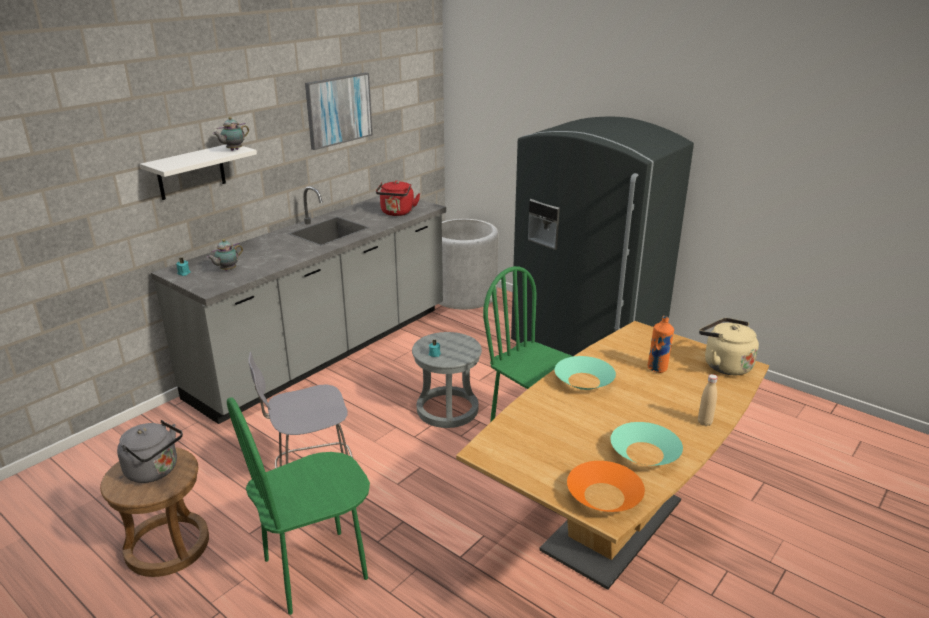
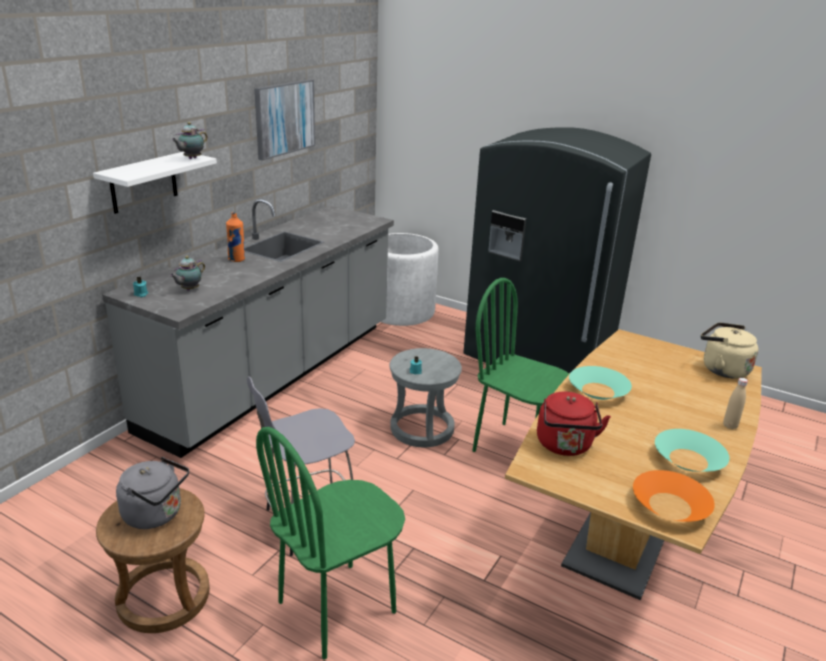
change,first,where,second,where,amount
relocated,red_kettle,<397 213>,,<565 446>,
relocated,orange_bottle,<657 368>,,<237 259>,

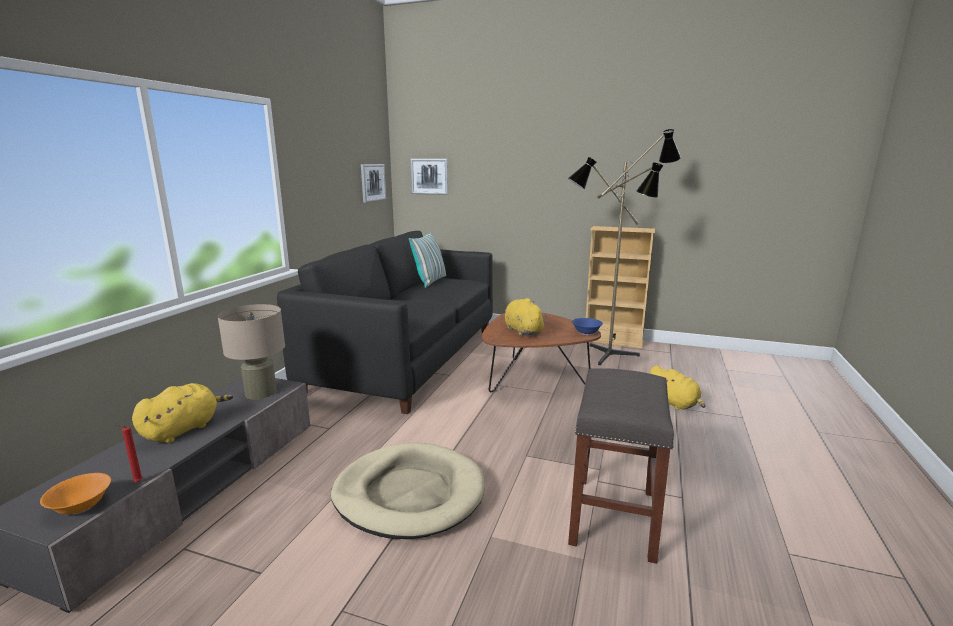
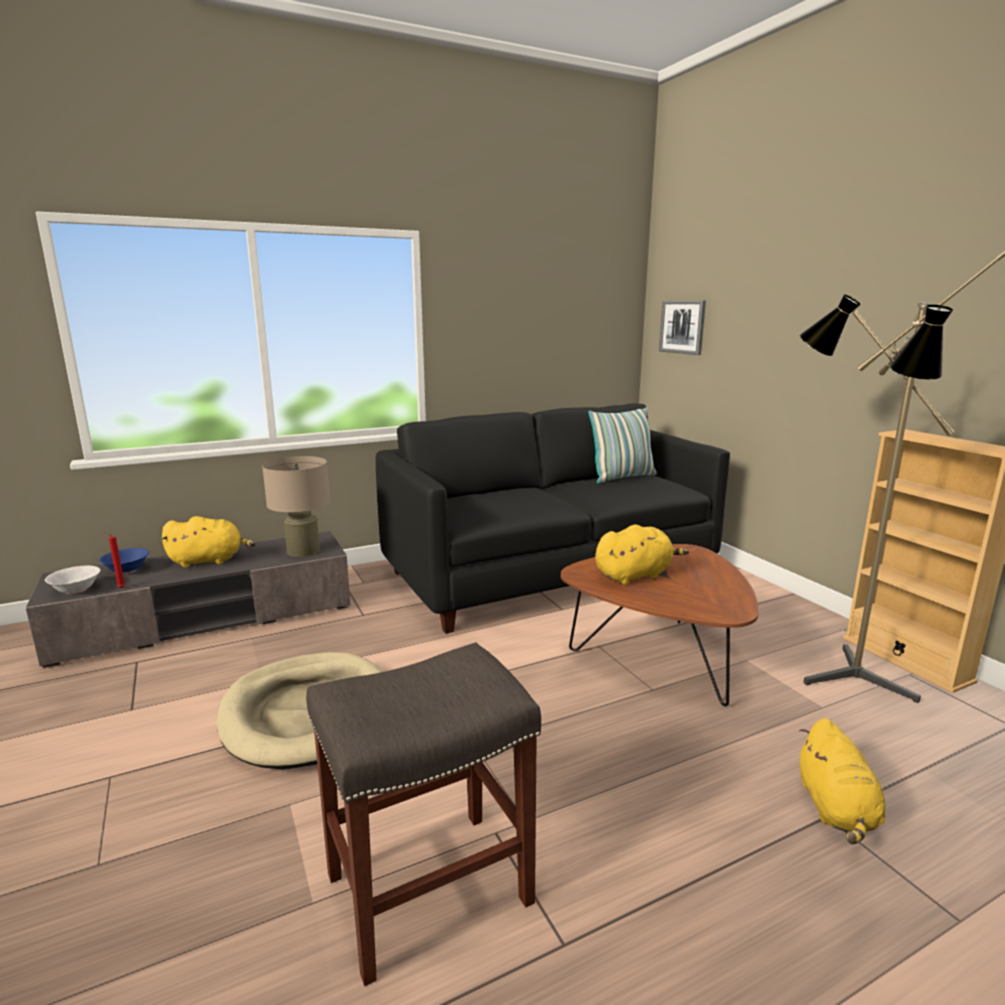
change,first,where,second,where,amount
missing,picture,<372 182>,,,
spun,yellow_plush_toy,<522 331>,,<635 575>,45 degrees clockwise
relocated,blue_bowl,<586 333>,,<127 570>,
colour,orange_bowl,<81 507>,white_bowl,<76 590>,

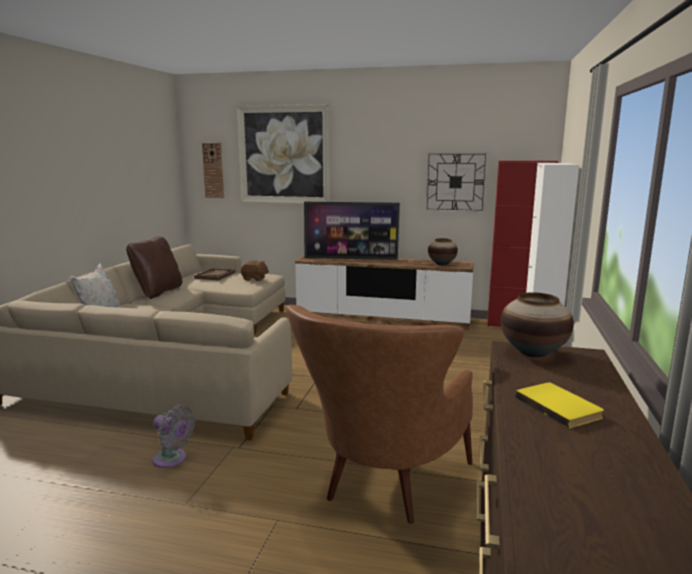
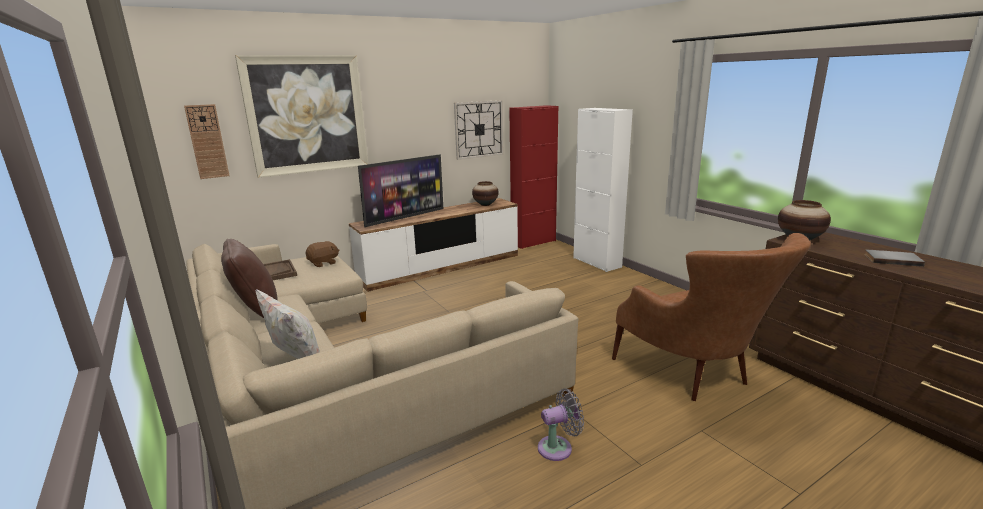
change,first,where,second,where,amount
colour,yellow_book,<560 407>,grey_book,<892 259>,

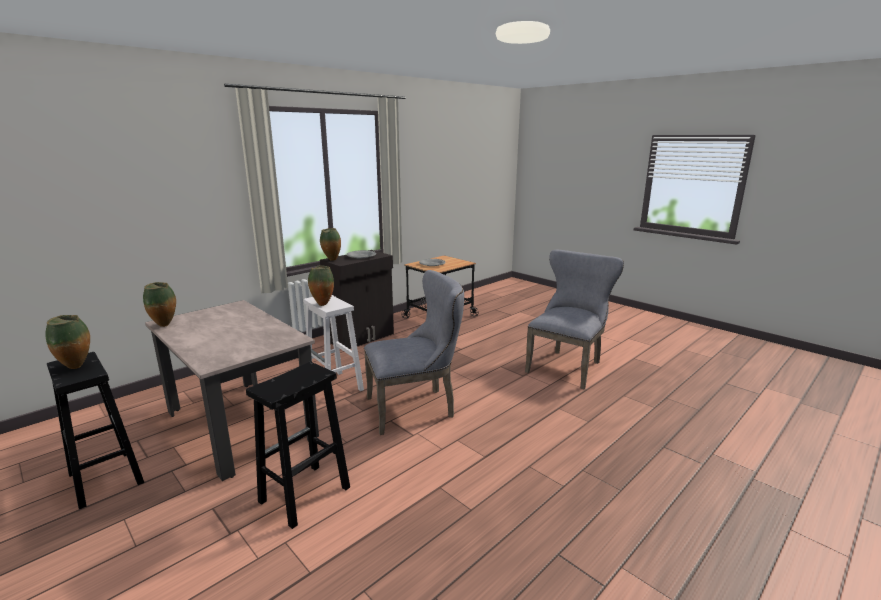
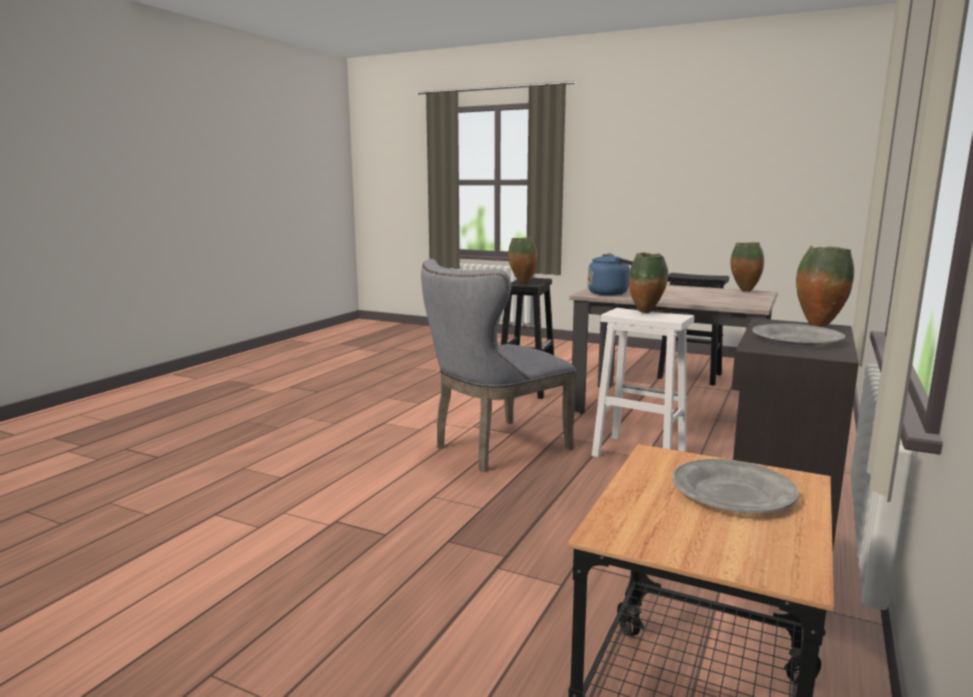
change,first,where,second,where,amount
missing,grey_chair,<567 366>,,,
relocated,vase,<77 367>,,<522 283>,
appeared,,,blue_kettle,<610 293>,

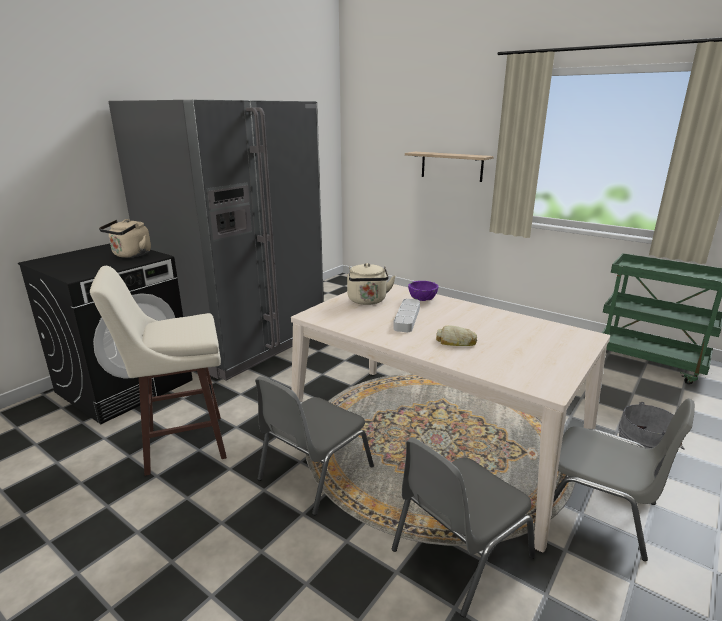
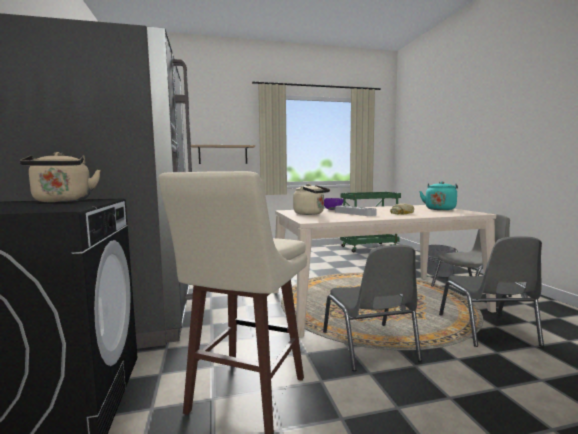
change,first,where,second,where,amount
appeared,,,turquoise_kettle,<440 209>,

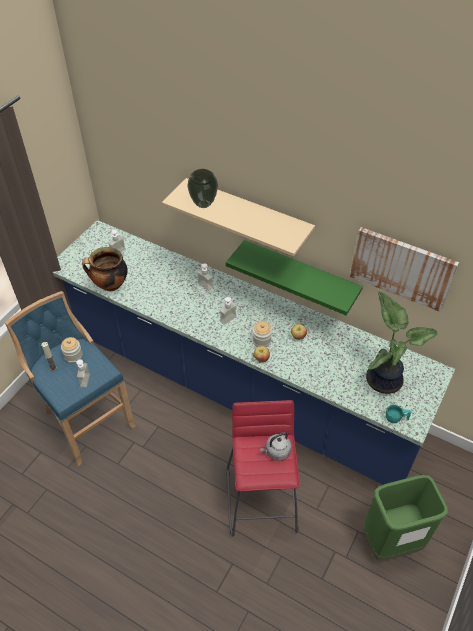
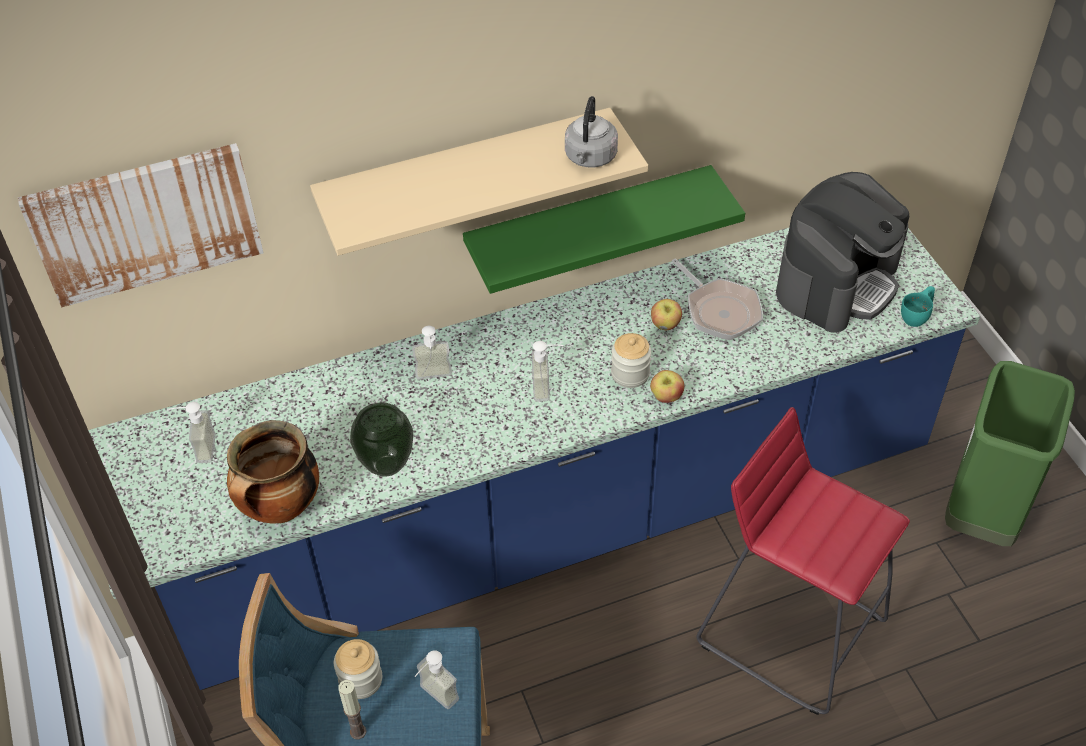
change,first,where,second,where,amount
relocated,vase,<203 204>,,<387 466>,
relocated,picture,<402 268>,,<146 223>,
exchanged,potted_plant,<384 379>,coffee_machine,<837 281>,
relocated,grey_kettle,<276 452>,,<590 158>,
appeared,,,frying_pan,<719 310>,

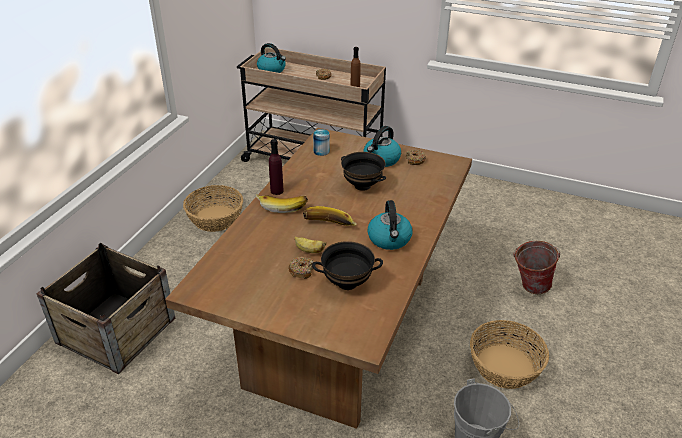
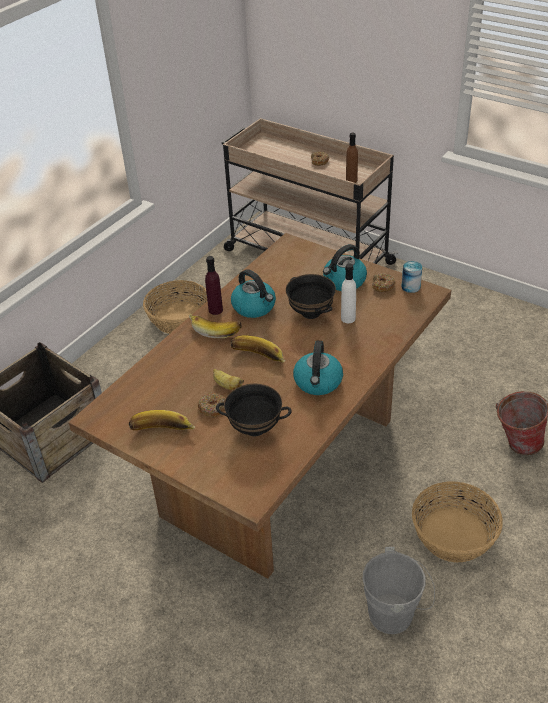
change,first,where,second,where,amount
relocated,kettle,<272 70>,,<254 307>,
relocated,can,<321 151>,,<410 287>,
appeared,,,white_bottle,<348 318>,
appeared,,,banana,<162 432>,

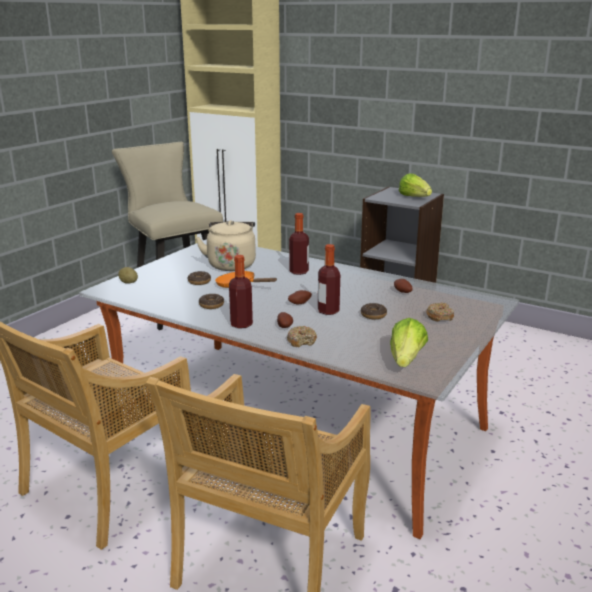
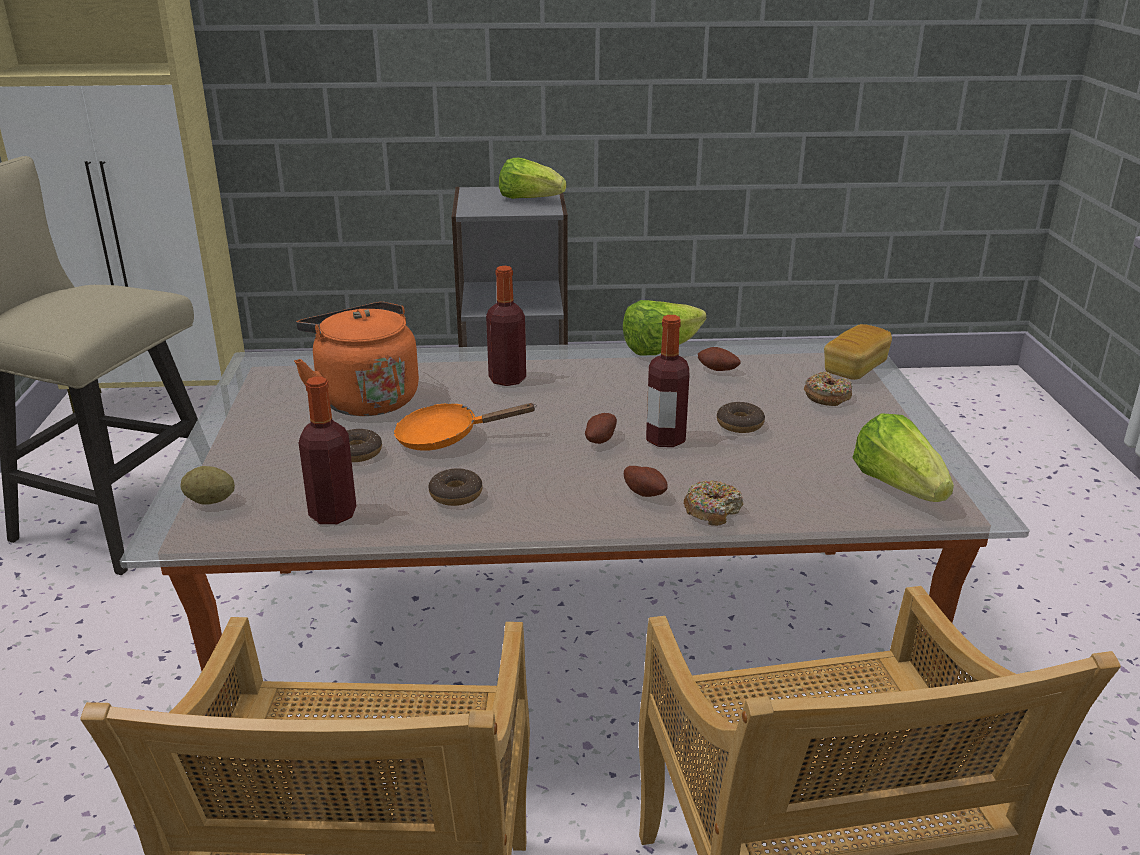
change,first,where,second,where,amount
colour,beige_kettle,<231 264>,orange_kettle,<364 398>,
relocated,bottle,<241 324>,,<333 514>,
appeared,,,lettuce,<660 349>,
appeared,,,bread,<855 368>,

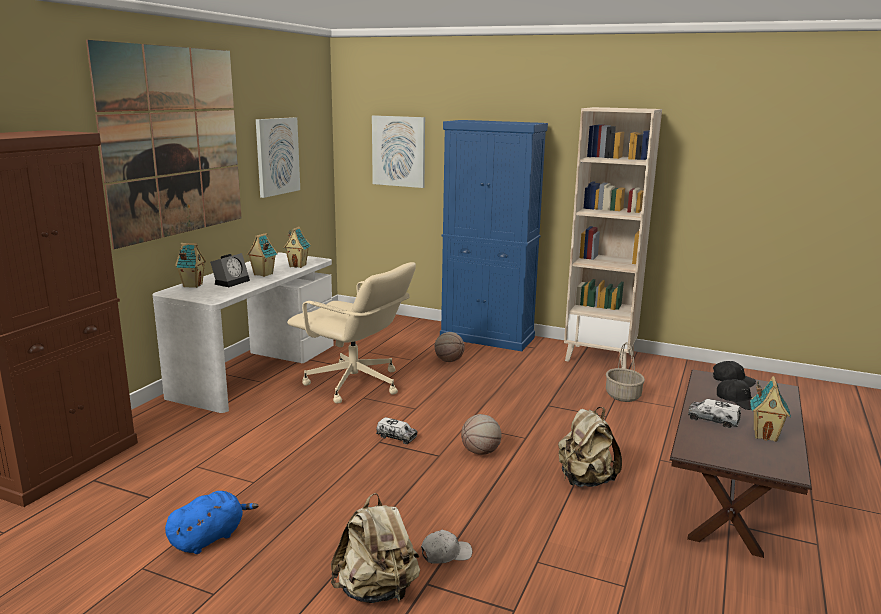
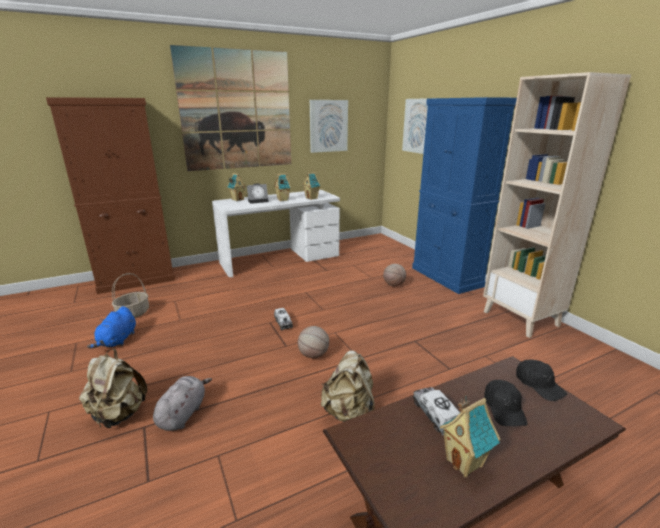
change,first,where,second,where,amount
missing,beige_office_chair,<354 384>,,,
relocated,basket,<623 396>,,<133 313>,
spun,blue_plush_toy,<209 538>,,<117 340>,105 degrees clockwise
exchanged,white_cap,<445 554>,grey_plush_toy,<183 414>,

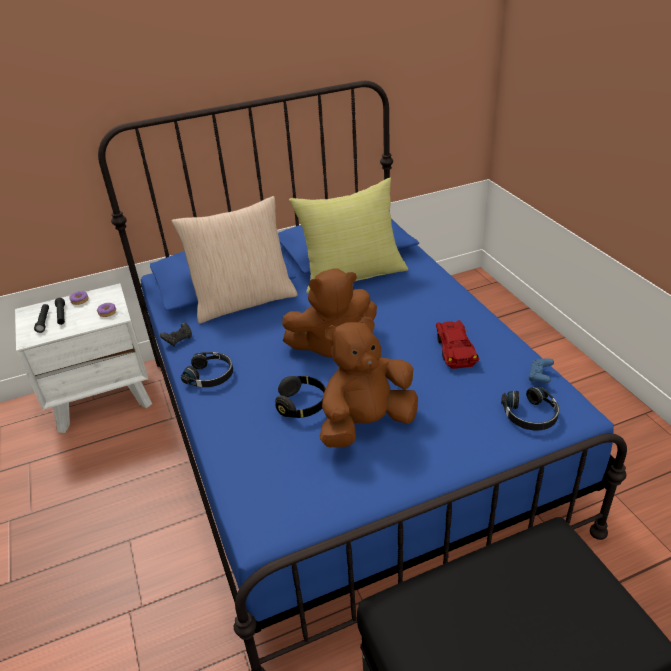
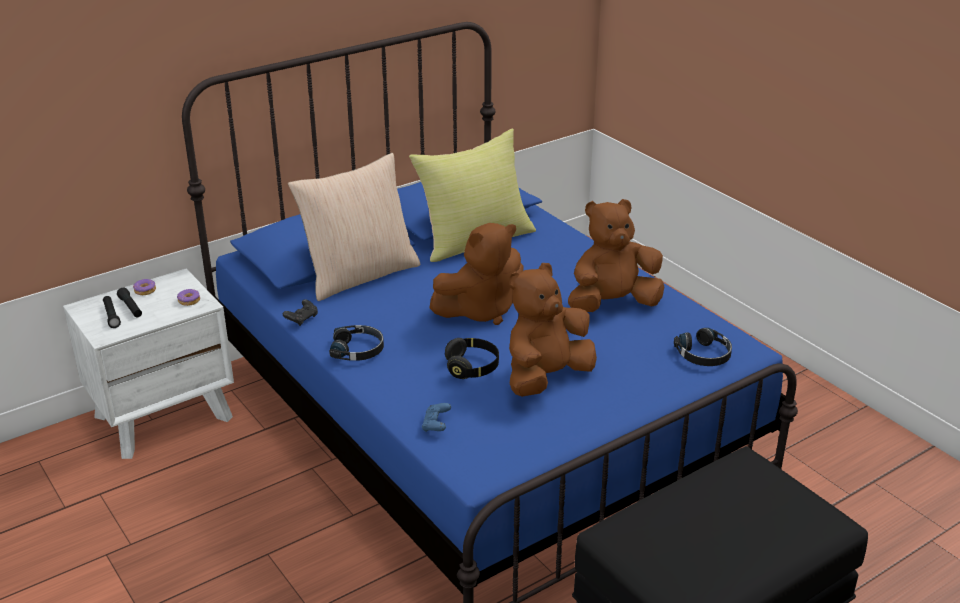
change,first,where,second,where,amount
exchanged,red_toy_car,<455 349>,brown_plush_toy,<612 304>,
relocated,blue_game_controller,<540 377>,,<436 425>,

